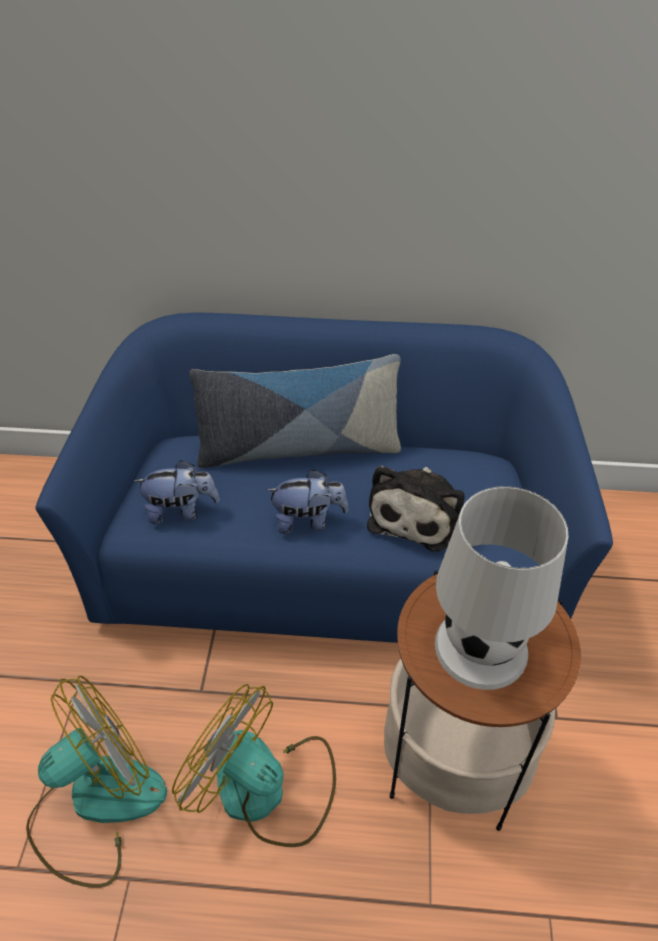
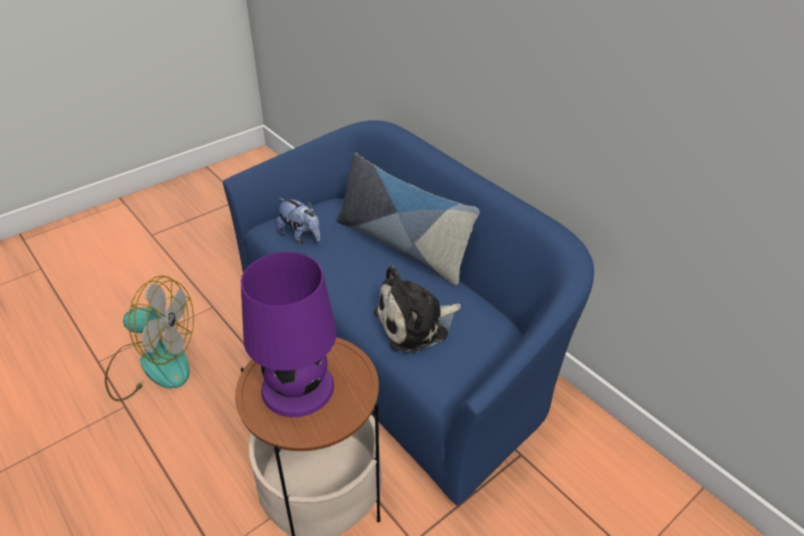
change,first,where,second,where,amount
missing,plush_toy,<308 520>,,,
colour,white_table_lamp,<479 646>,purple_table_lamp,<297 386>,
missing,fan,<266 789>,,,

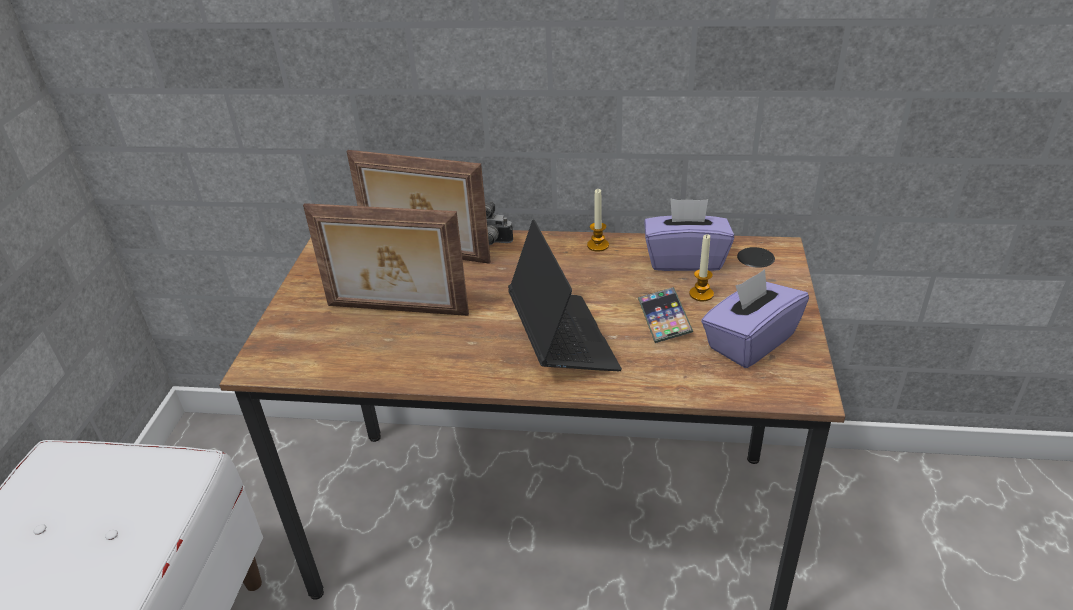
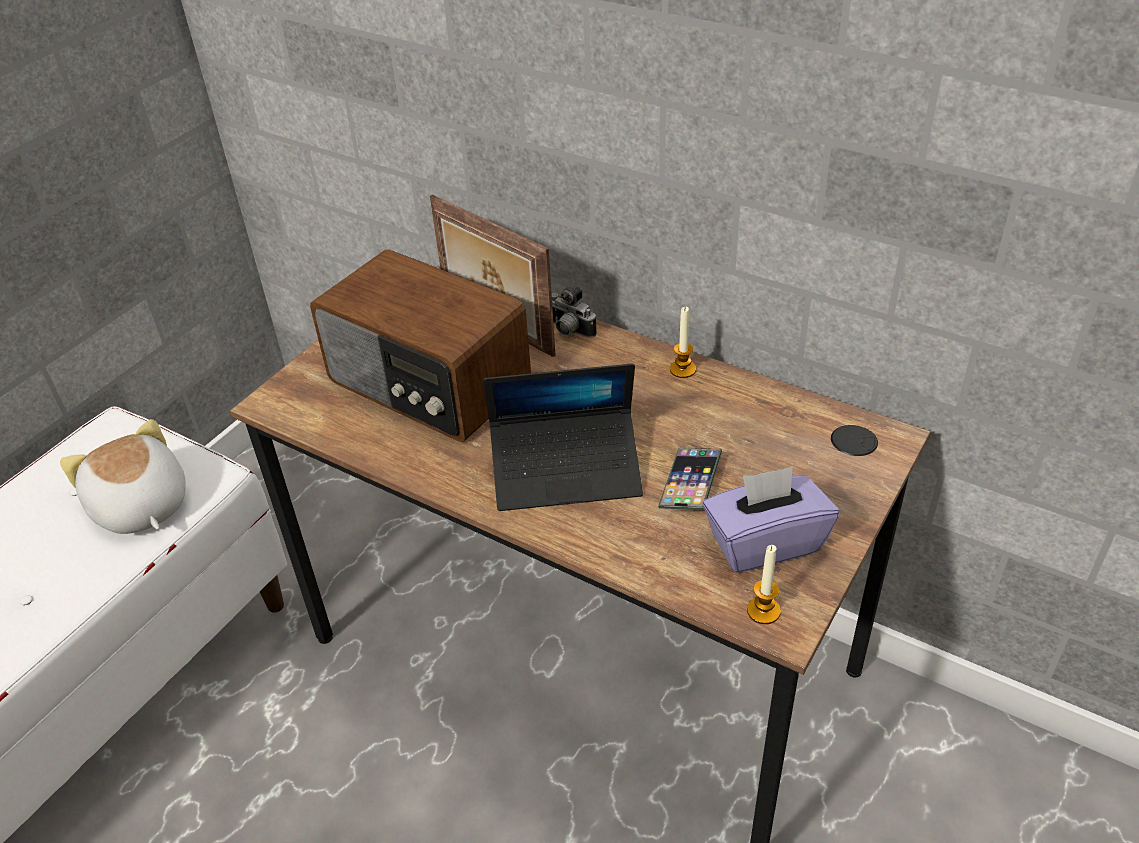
change,first,where,second,where,amount
missing,purple_tissue_box,<685 259>,,,
exchanged,picture_frame,<396 311>,radio,<428 384>,
spun,laptop,<562 340>,,<566 471>,75 degrees clockwise
relocated,candle,<701 294>,,<763 611>,
appeared,,,plush_toy,<140 507>,

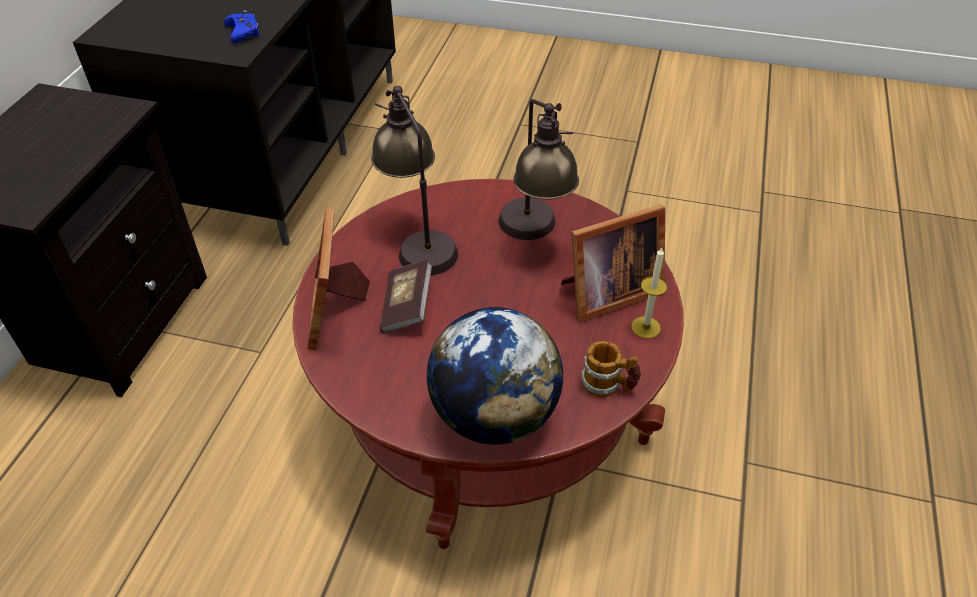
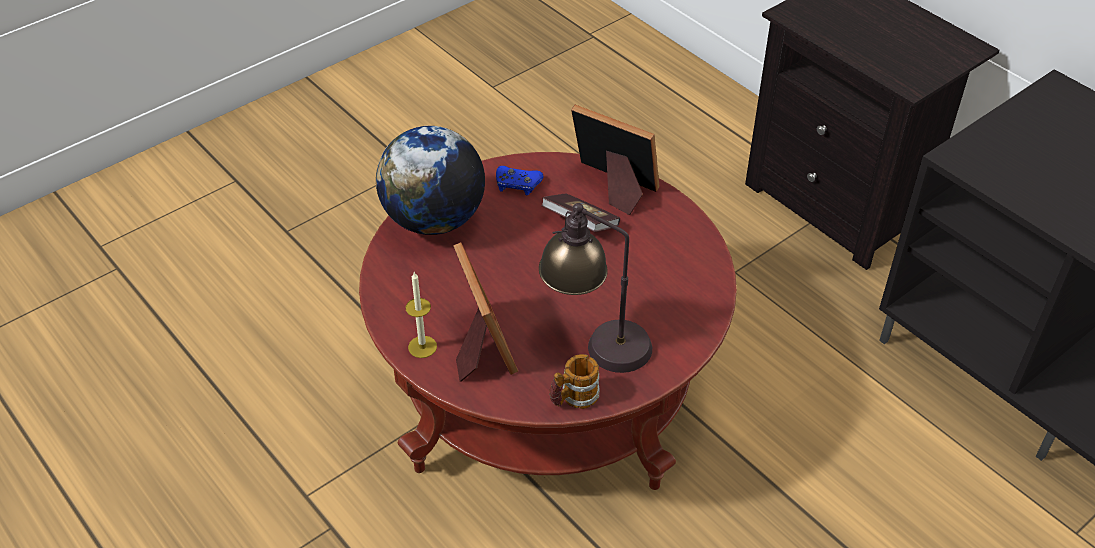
change,first,where,second,where,amount
relocated,blue_game_controller,<243 32>,,<517 184>,
missing,table_lamp,<418 240>,,,
spun,picture_frame,<607 293>,,<480 346>,150 degrees clockwise
relocated,mug,<608 385>,,<573 398>,

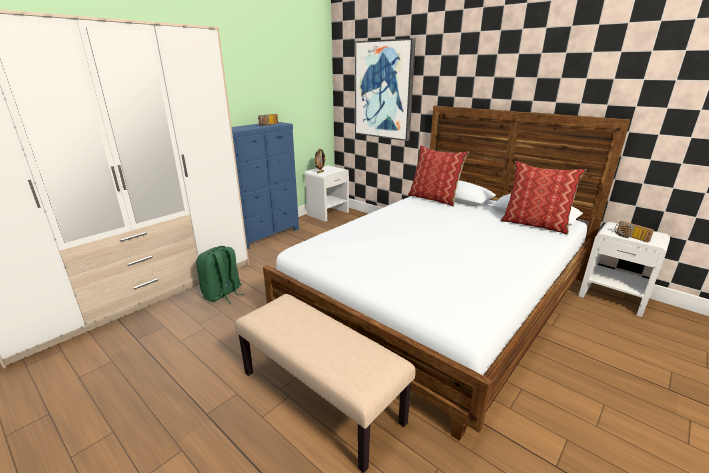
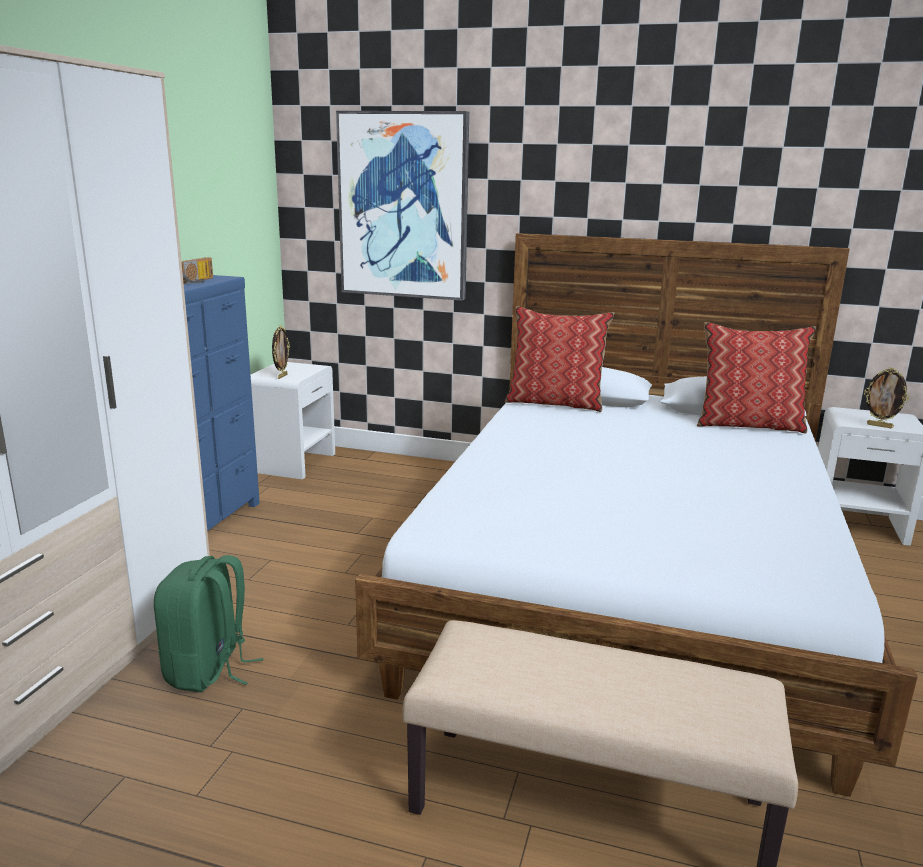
change,first,where,second,where,amount
exchanged,radio,<630 237>,picture_frame,<880 426>,

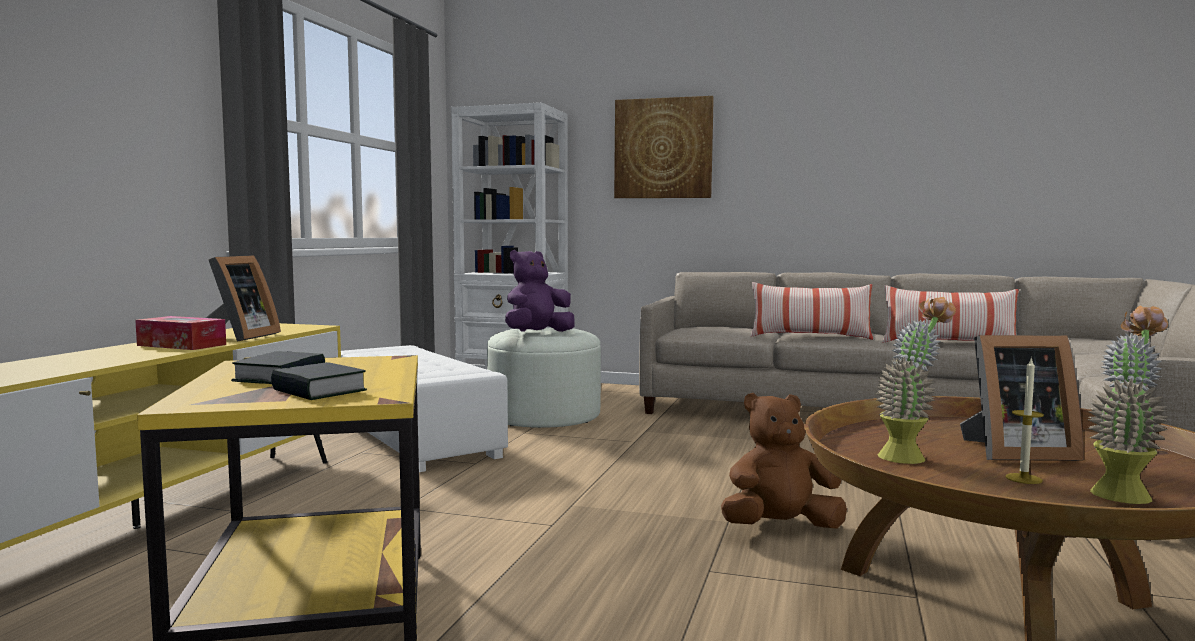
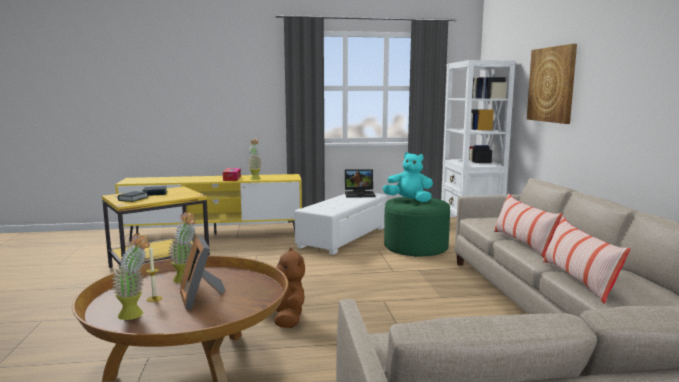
change,first,where,second,where,amount
colour,purple_plush_toy,<537 333>,turquoise_plush_toy,<409 200>,
exchanged,picture_frame,<239 337>,potted_plant,<255 178>,
colour,white_ottoman,<544 415>,green_ottoman,<415 247>,
appeared,,,laptop,<360 194>,

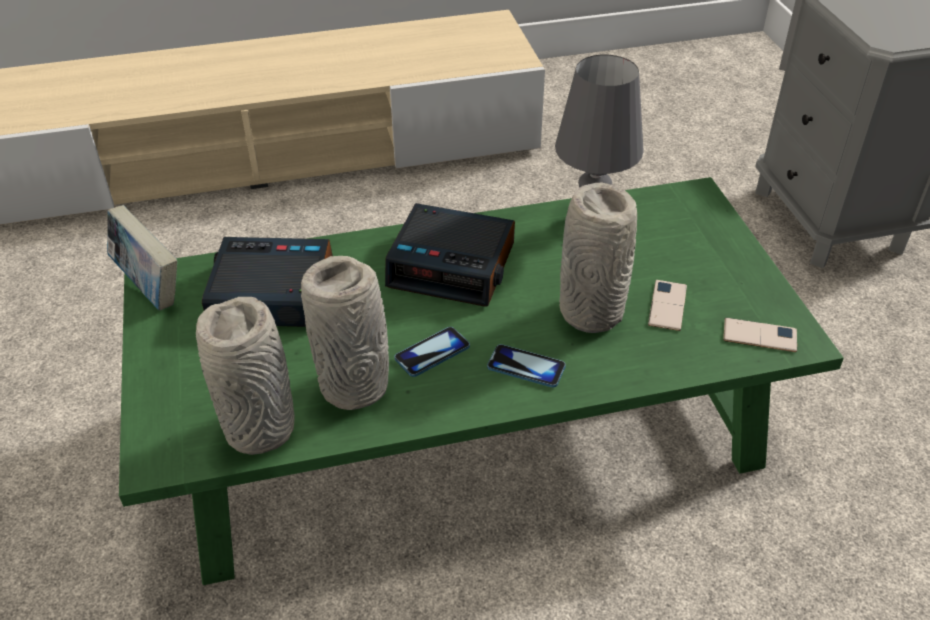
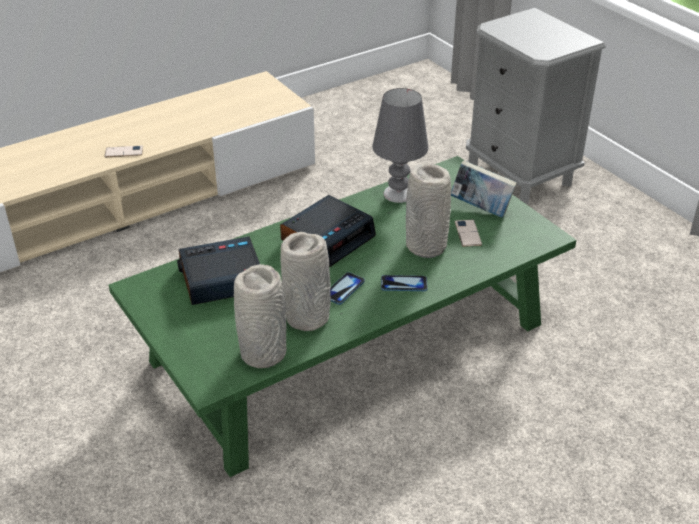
change,first,where,second,where,amount
spun,alarm_clock,<453 265>,,<328 238>,45 degrees counterclockwise
relocated,book,<150 287>,,<481 209>,
relocated,phone,<759 335>,,<124 152>,

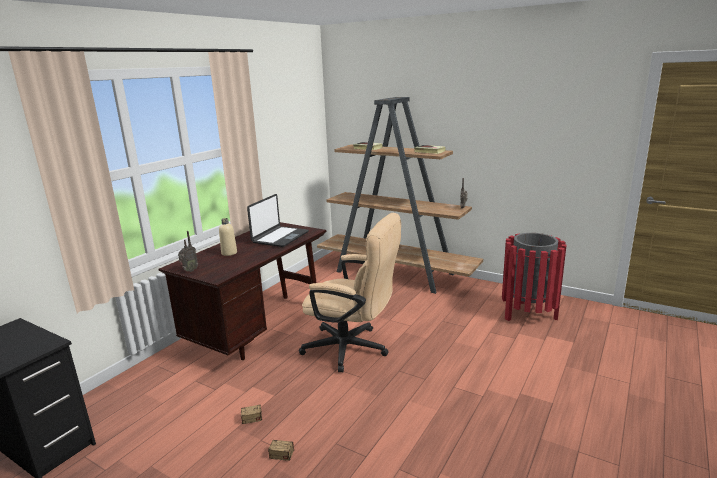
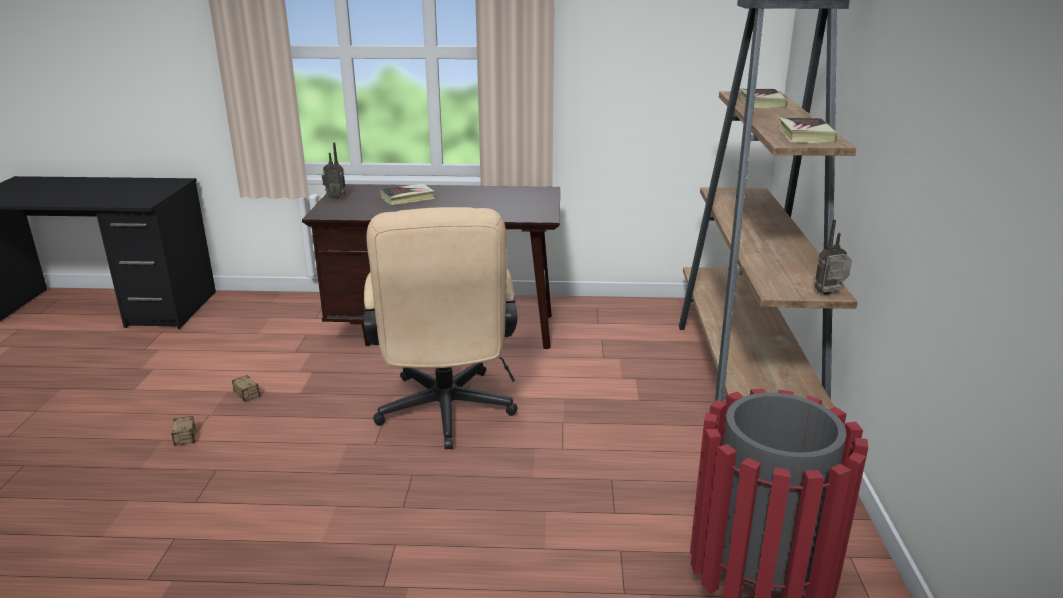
change,first,where,second,where,amount
missing,laptop,<280 237>,,,
exchanged,beige_bottle,<229 253>,book,<408 198>,

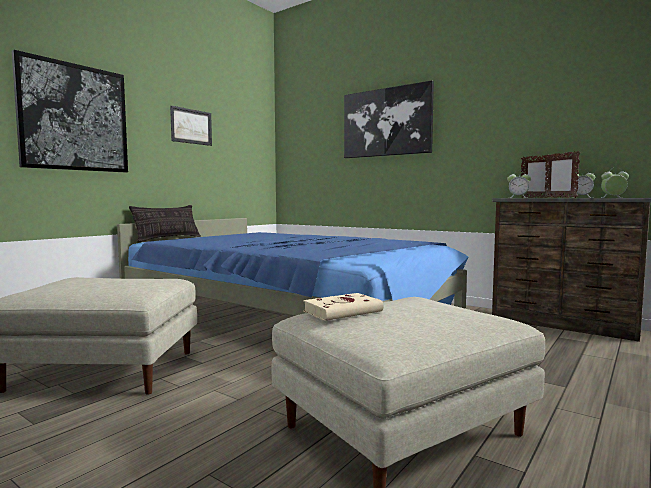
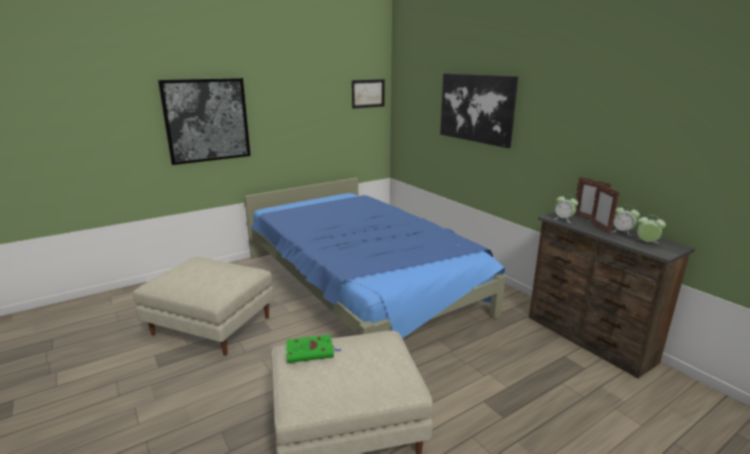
change,first,where,second,where,amount
relocated,picture,<191 126>,,<368 93>,
missing,pillow,<168 239>,,,
colour,beige_book,<344 311>,green_book,<311 351>,

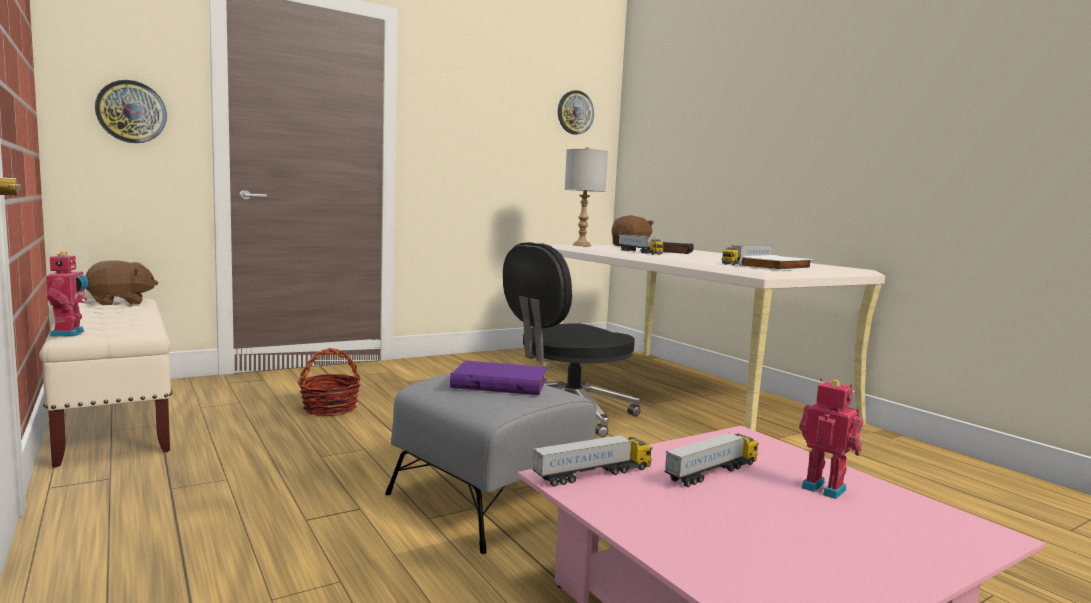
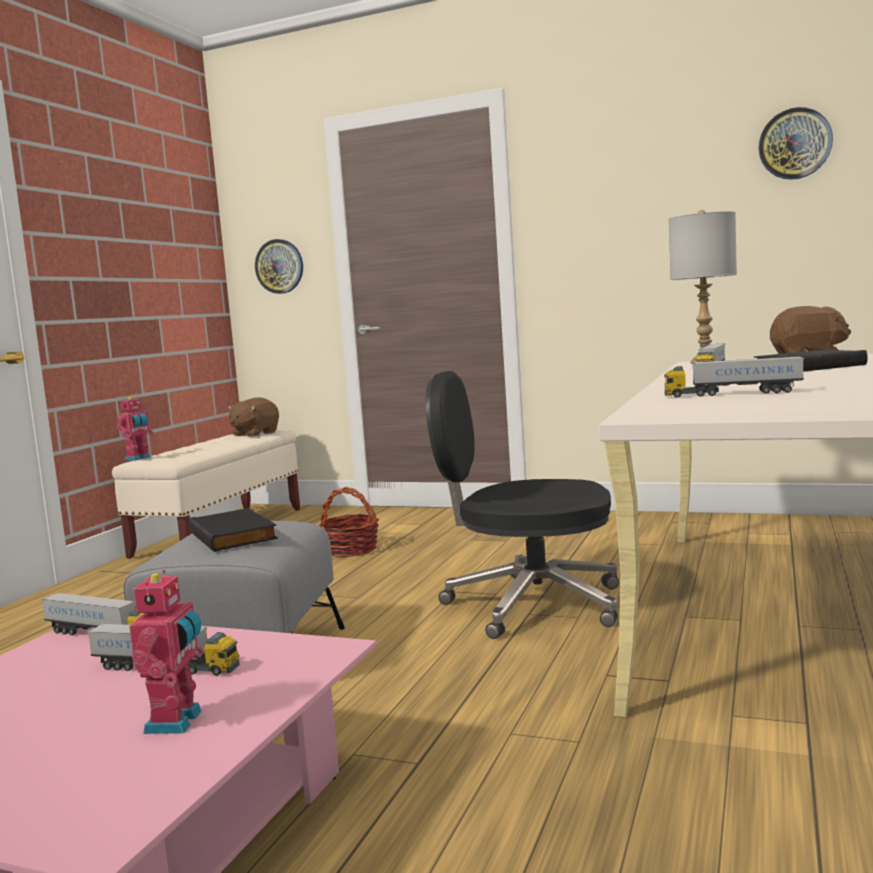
change,first,where,second,where,amount
missing,white_book,<777 268>,,,
spun,brown_plush_toy,<120 302>,,<254 434>,105 degrees clockwise
colour,purple_book,<501 383>,black_book,<235 535>,

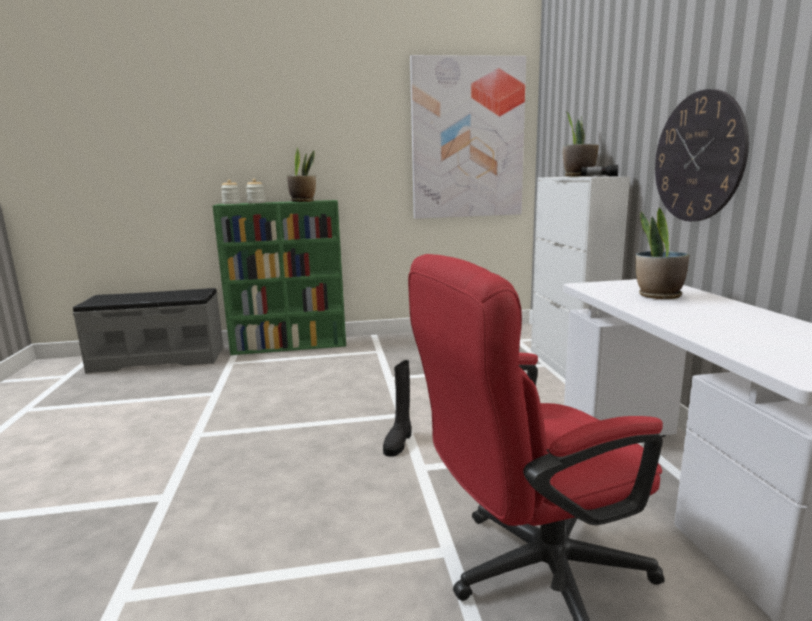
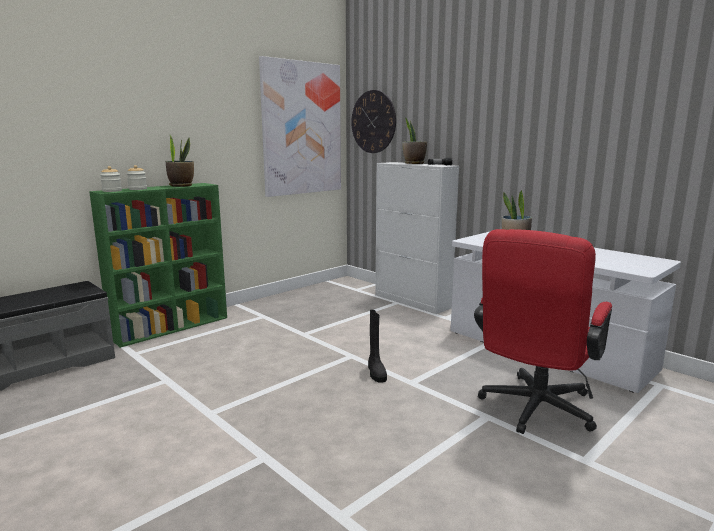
change,first,where,second,where,amount
relocated,wall_clock,<698 157>,,<373 122>,

